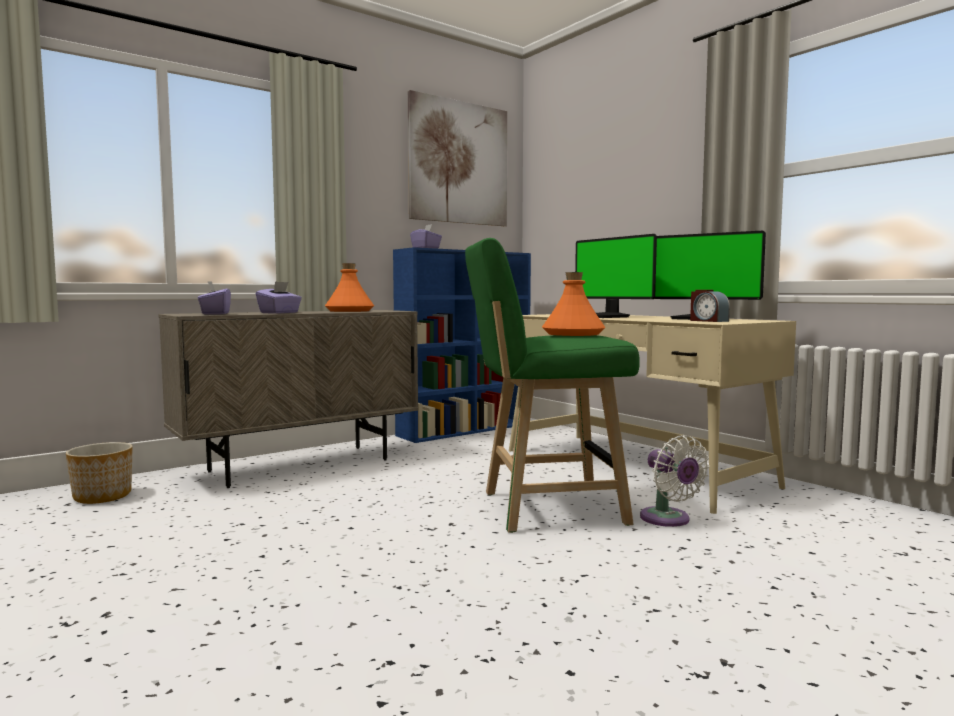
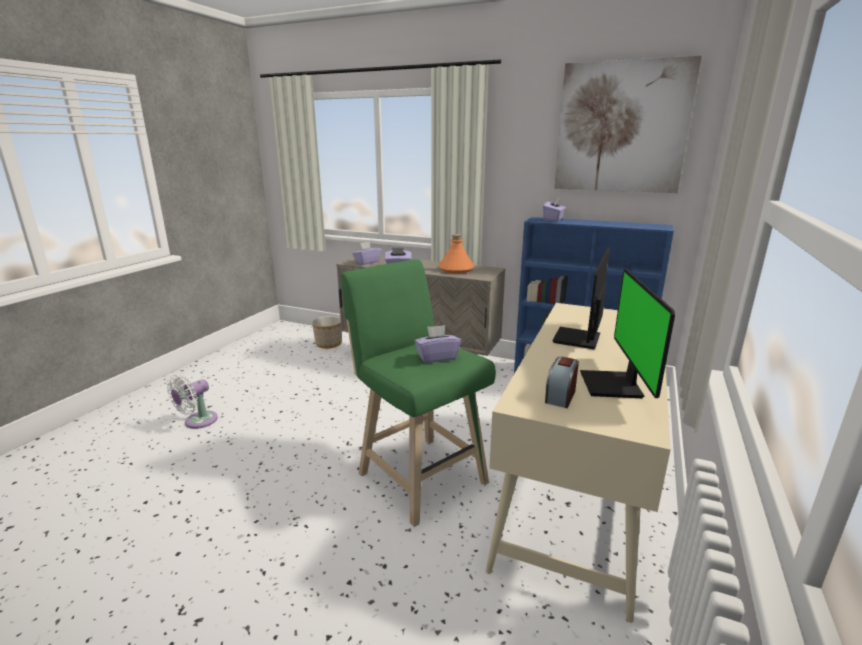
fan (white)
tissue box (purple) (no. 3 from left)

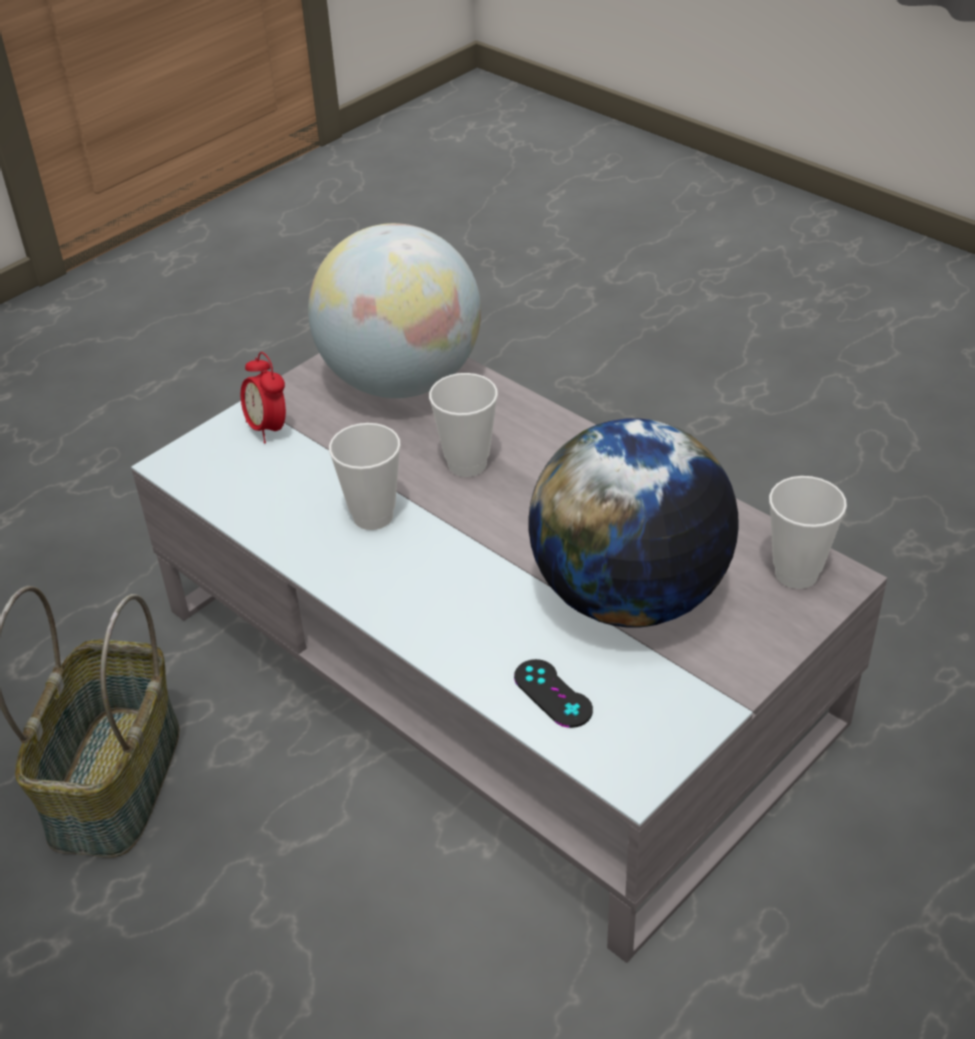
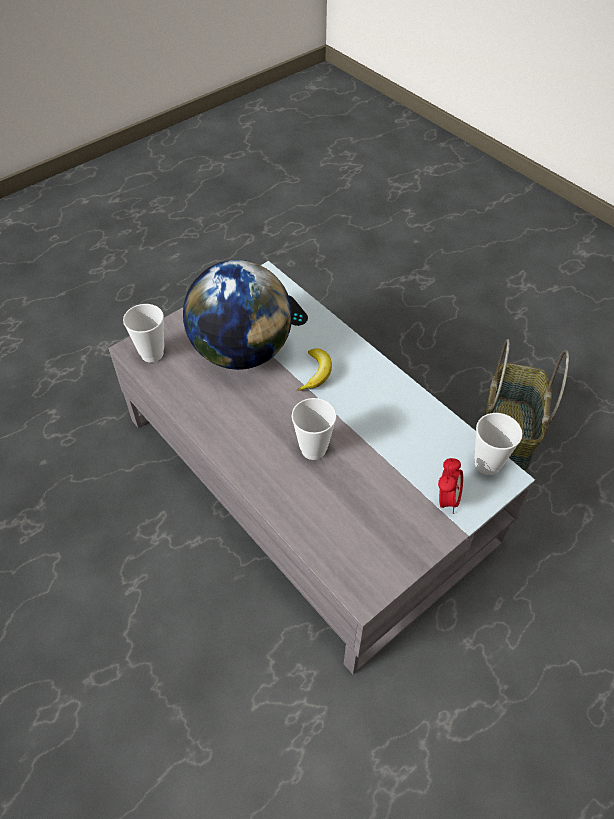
globe (no. 1 from left in the first image)
banana
cup (no. 3 from left)
alarm clock

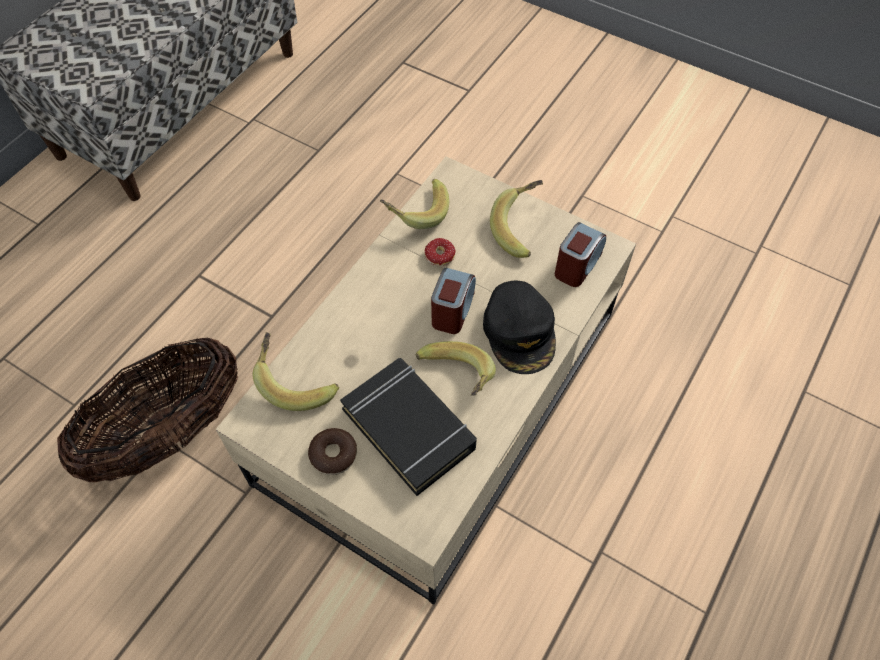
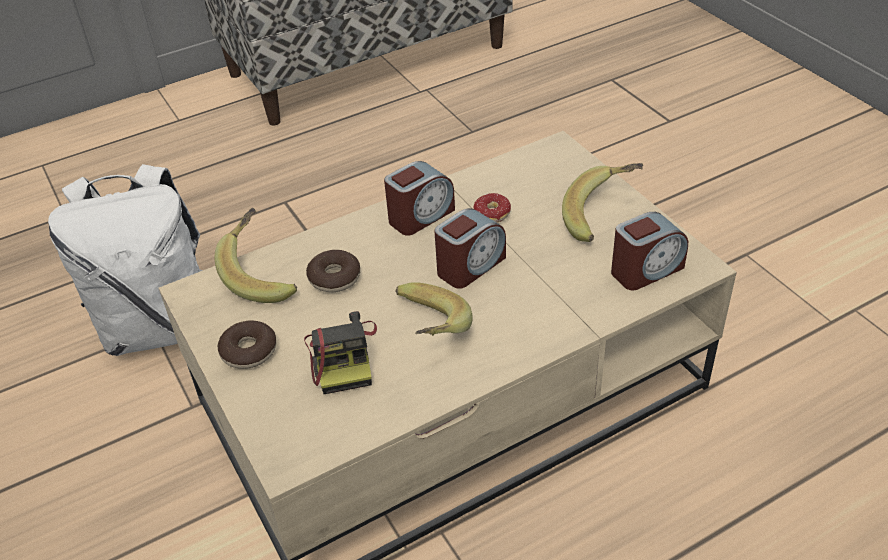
banana (no. 2 from left in the first image)
cap (black)
donut (no. 2 from left)
alarm clock (no. 1 from left)
backpack (white)
photo camera

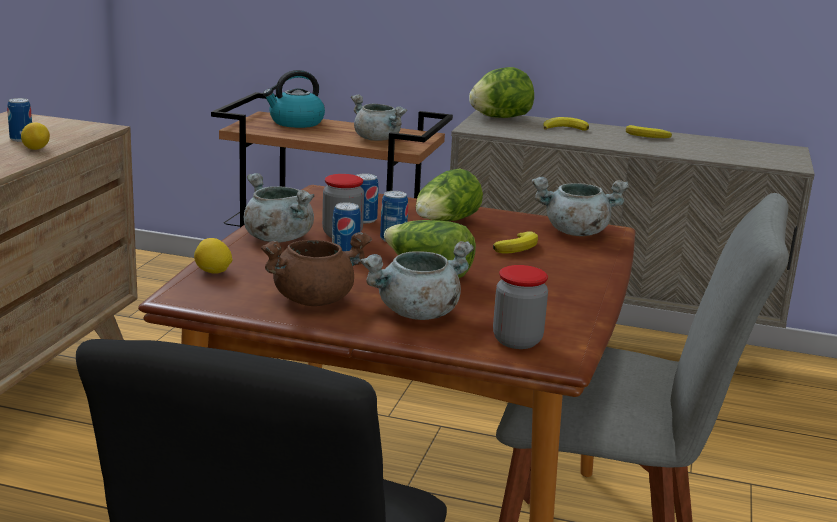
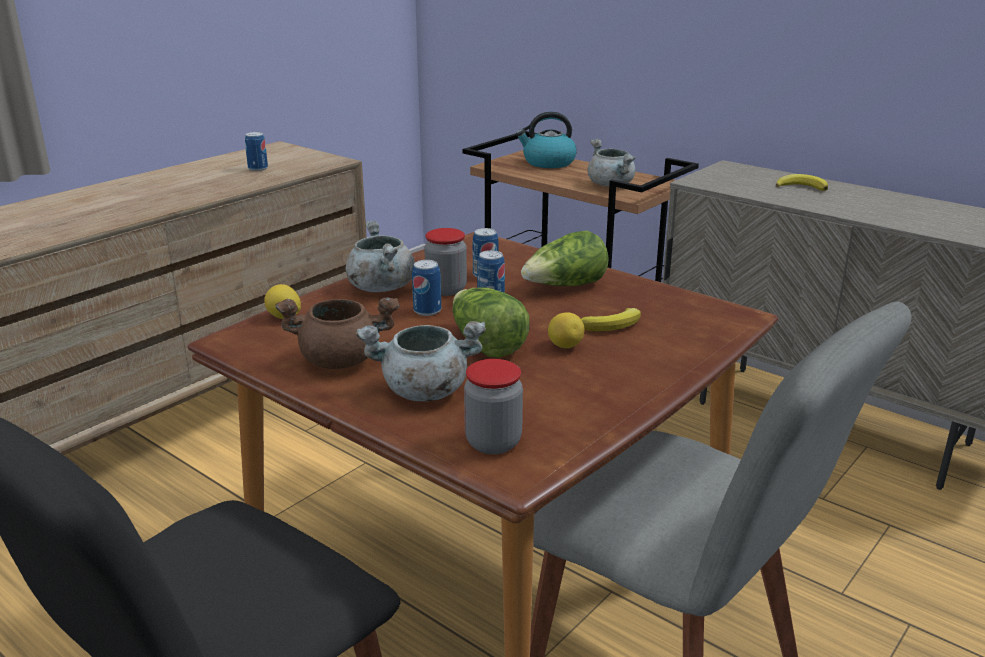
lettuce (no. 3 from left in the first image)
cooking pot (grey) (no. 4 from left in the first image)
banana (no. 3 from left in the first image)
lemon (no. 2 from left)

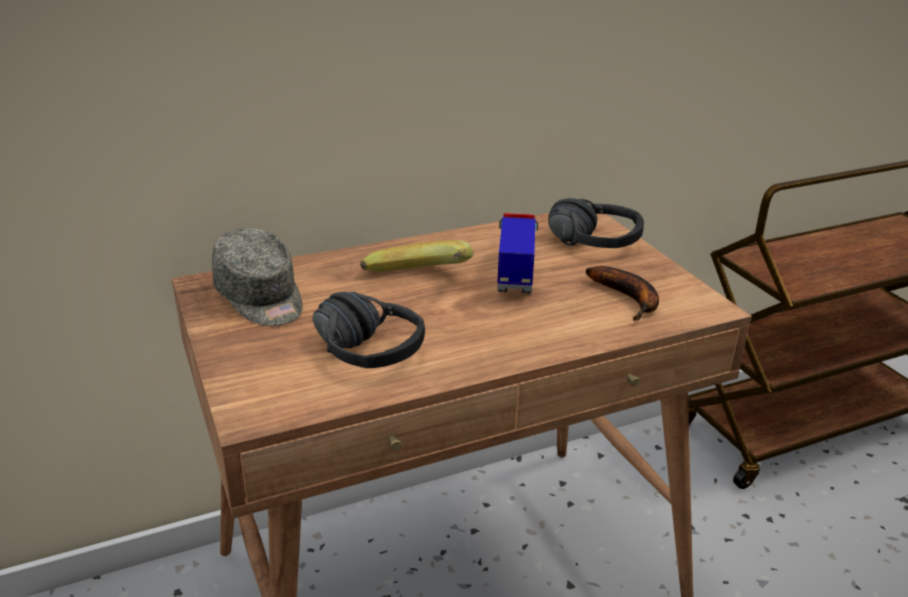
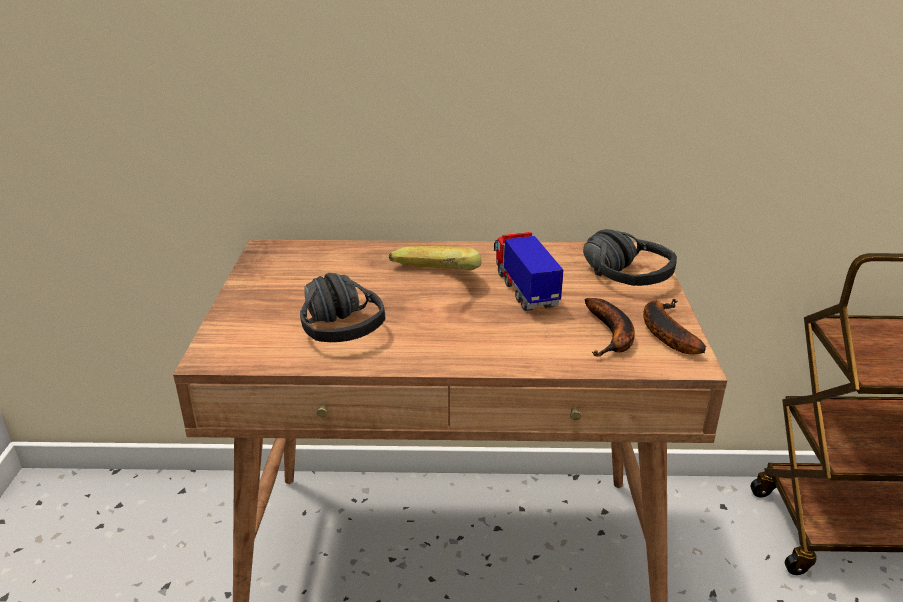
cap (grey)
banana (no. 3 from left)
toy truck

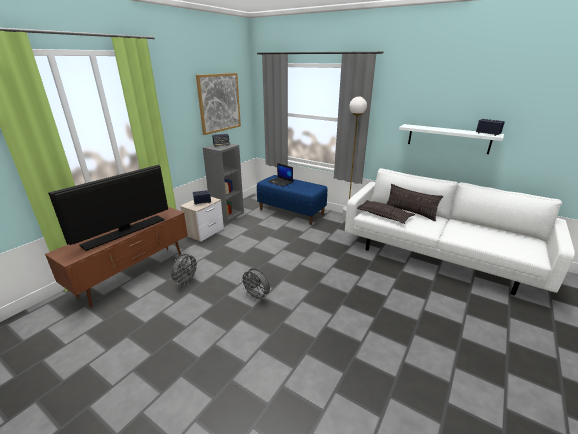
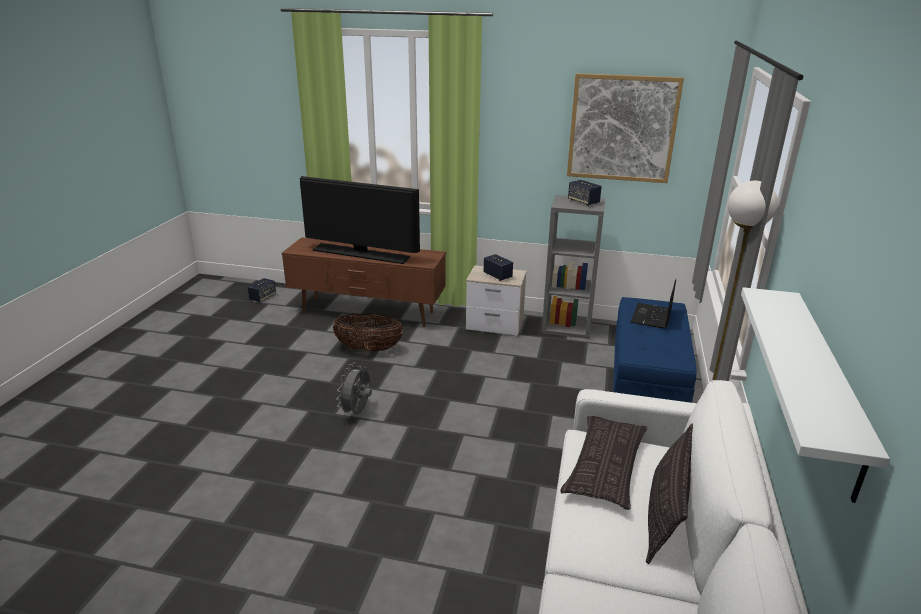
speaker (no. 1 from left)
basket

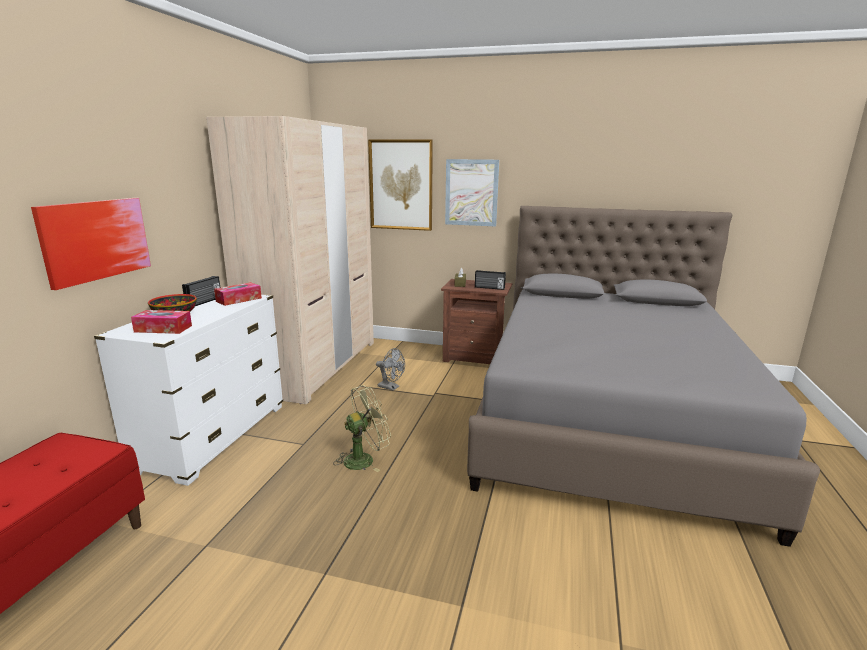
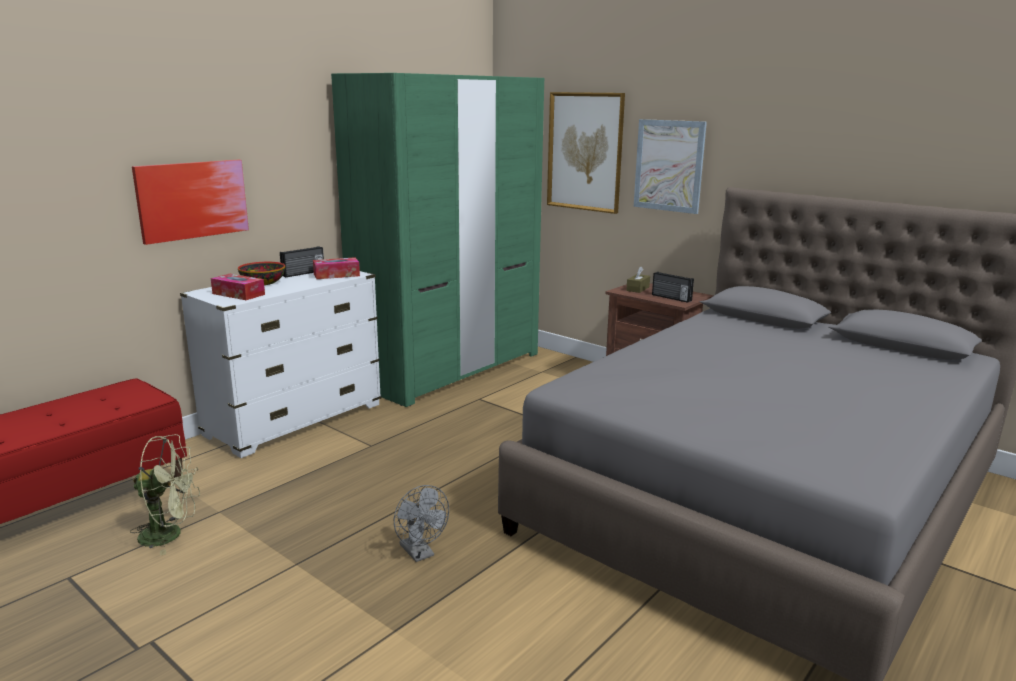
fan (green)
fan (grey)
wardrobe (green)

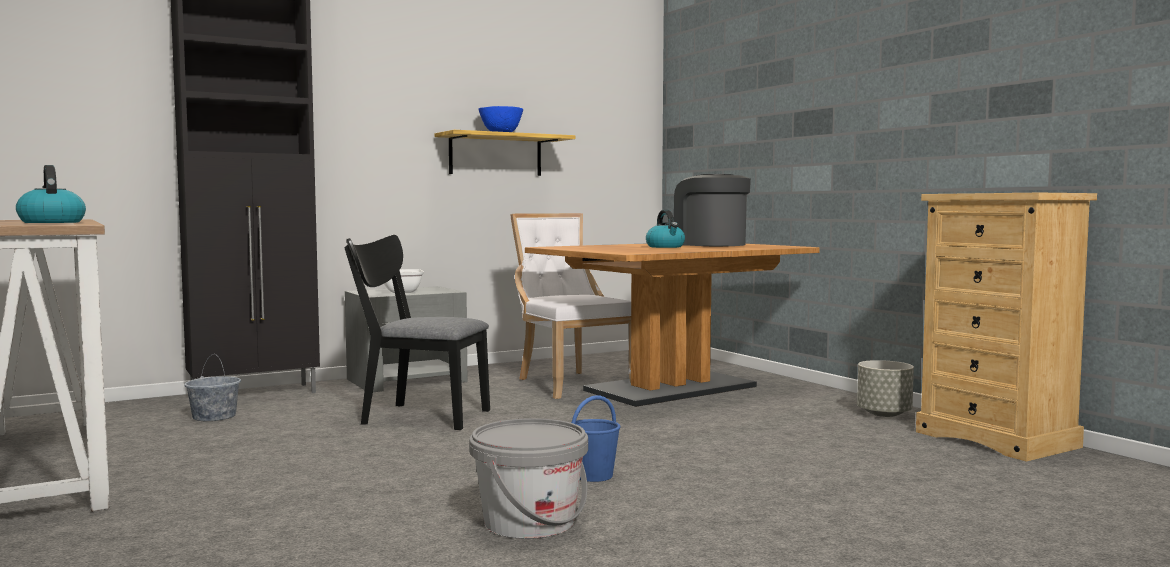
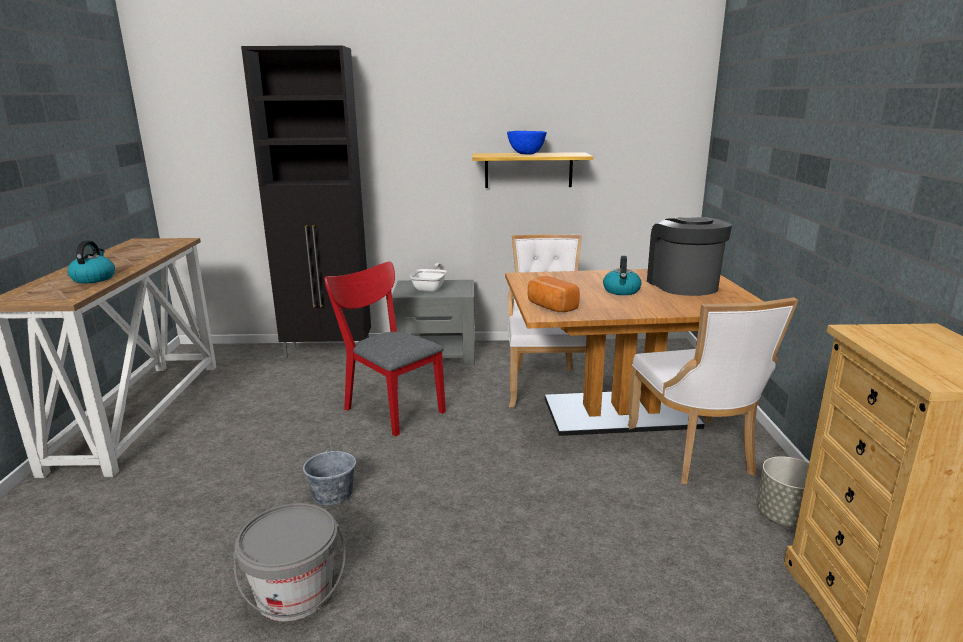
bucket (blue)
bread
chair (white) (no. 2 from left)
bucket (grey) (no. 2 from left)
chair (red)

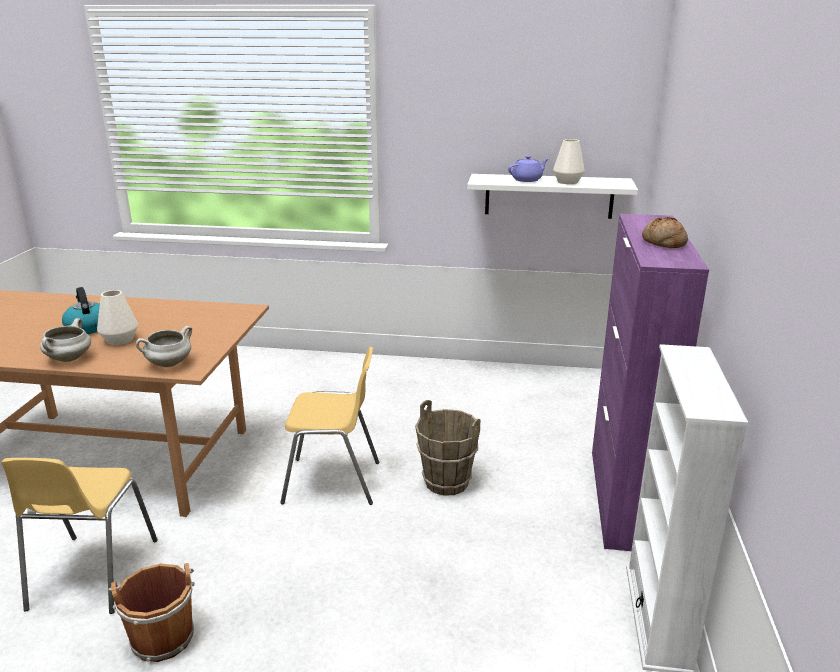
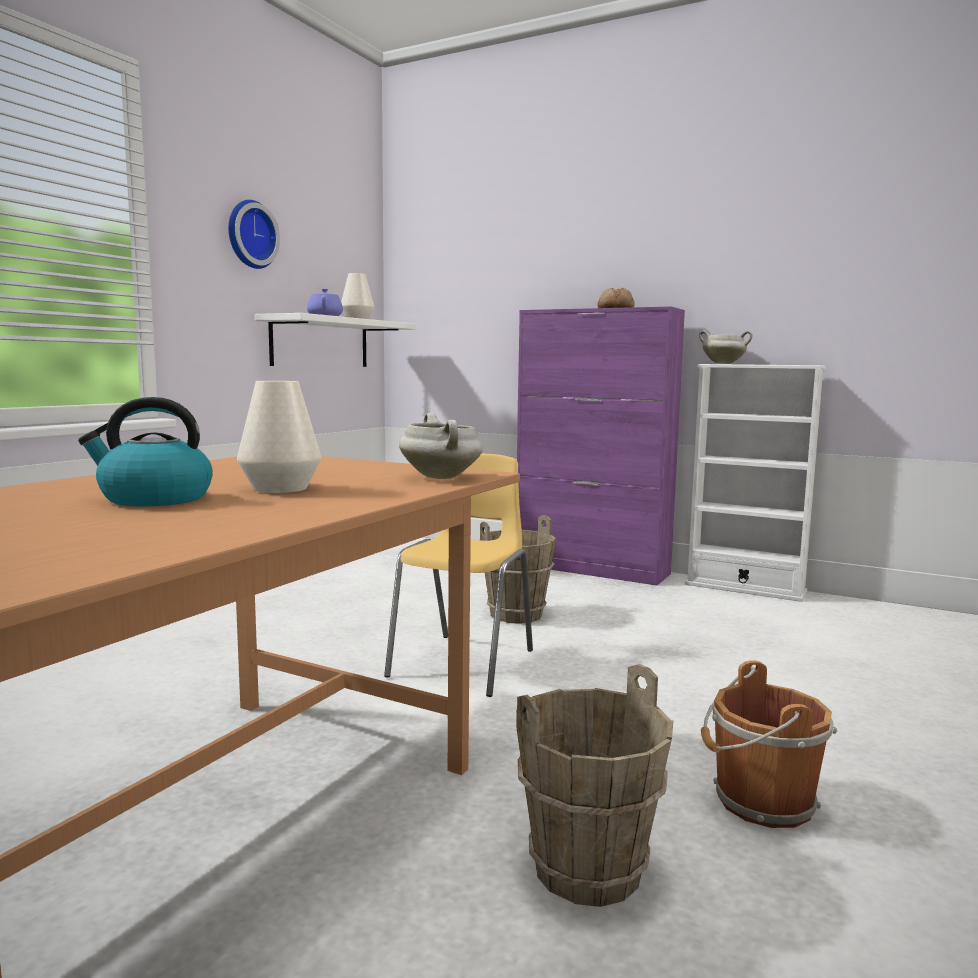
wall clock
cooking pot (white) (no. 2 from left)
bucket (brown) (no. 2 from left)

